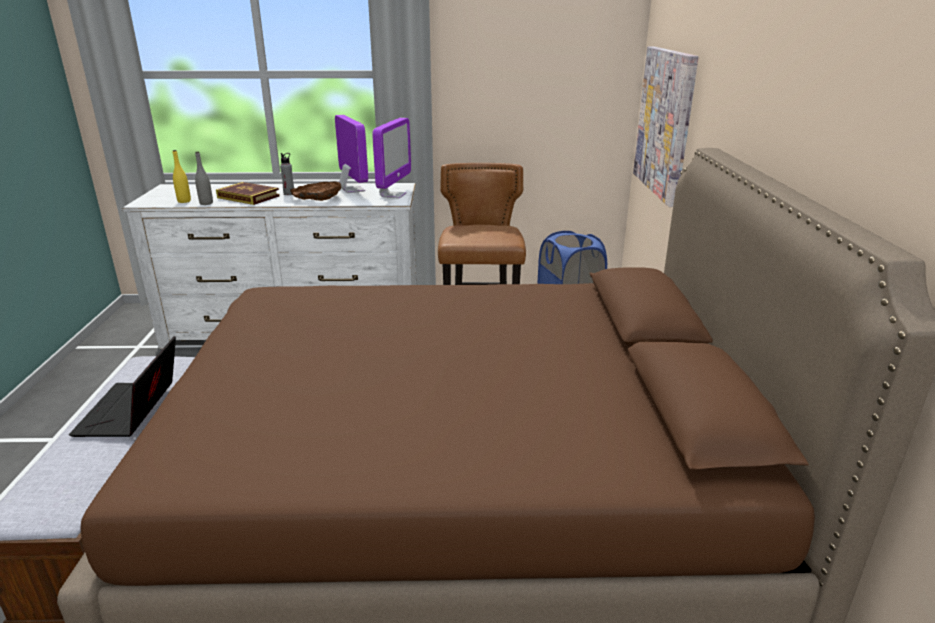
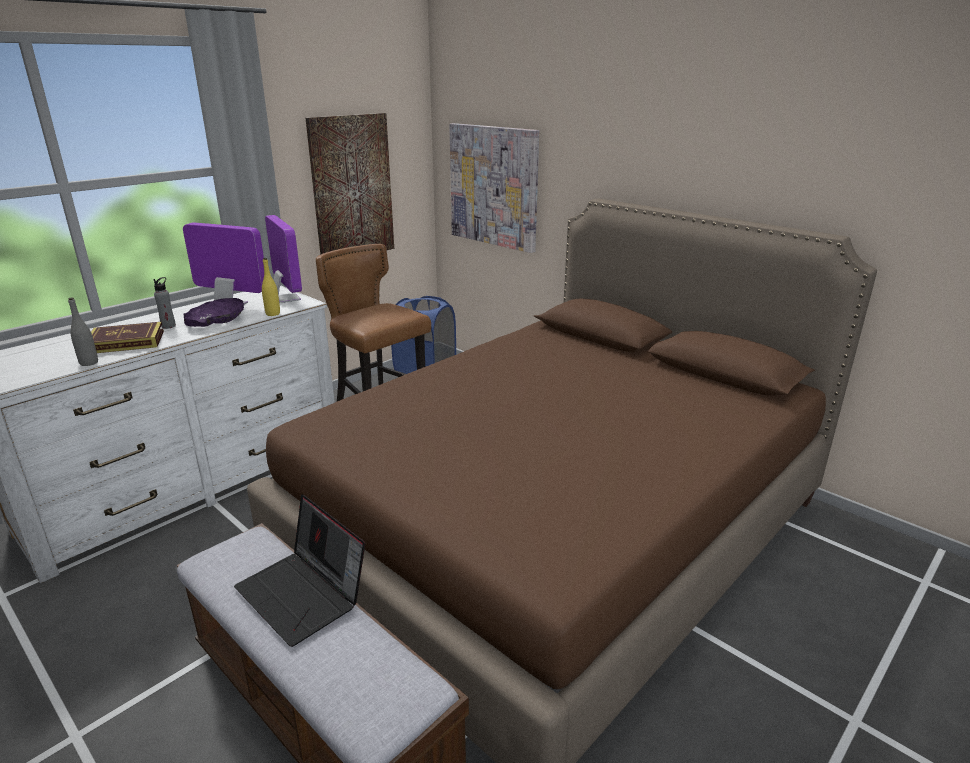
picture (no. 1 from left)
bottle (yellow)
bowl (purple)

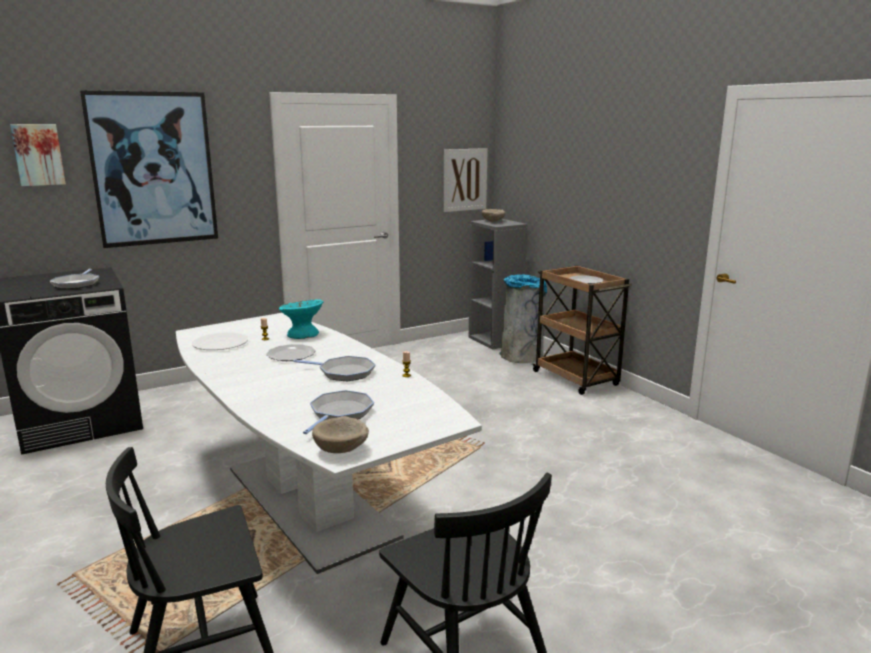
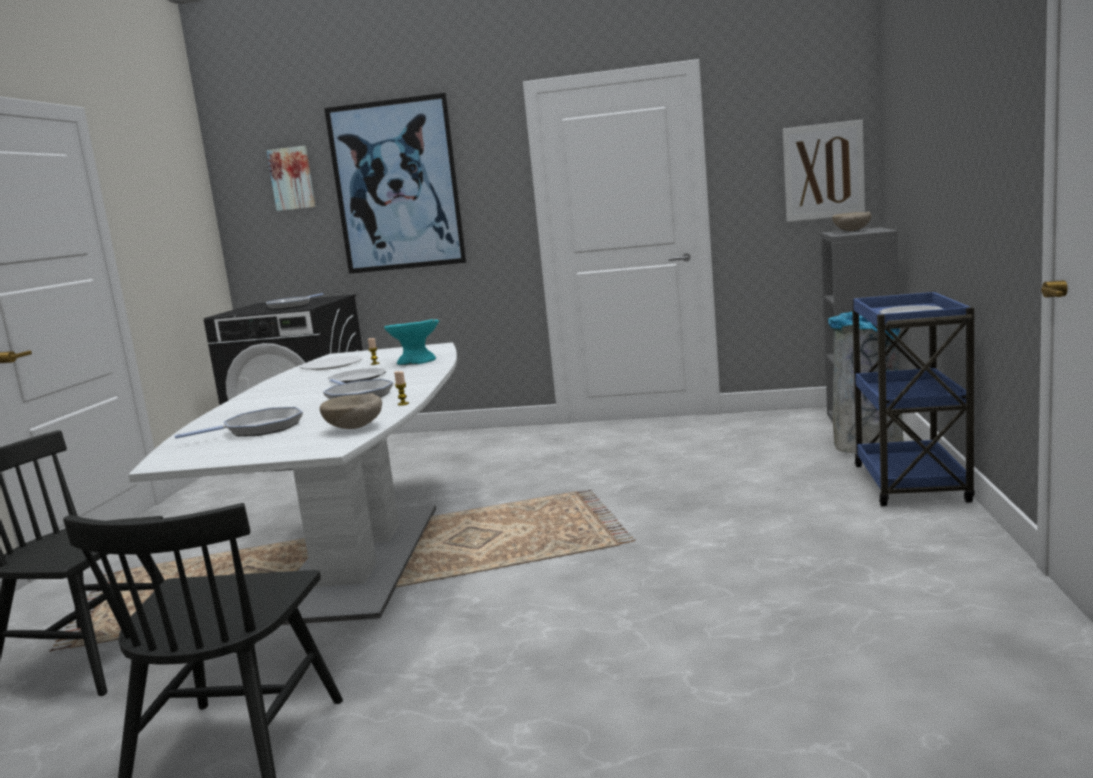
bowl (beige) (no. 1 from left)
cart (blue)

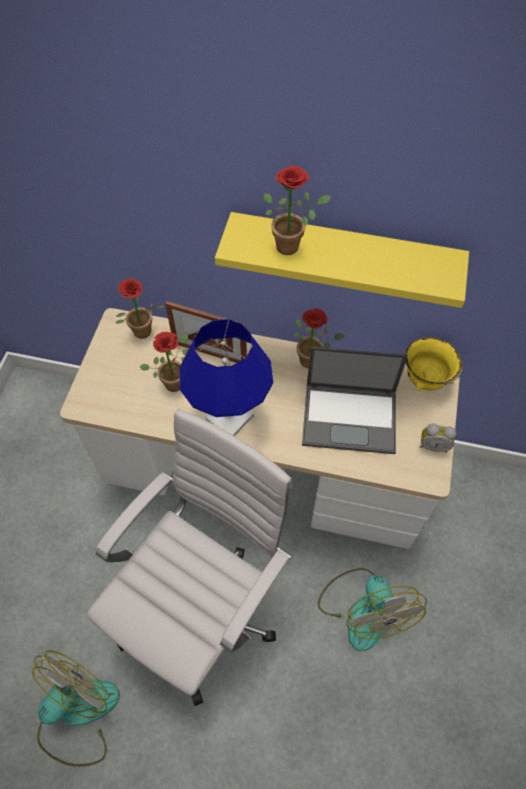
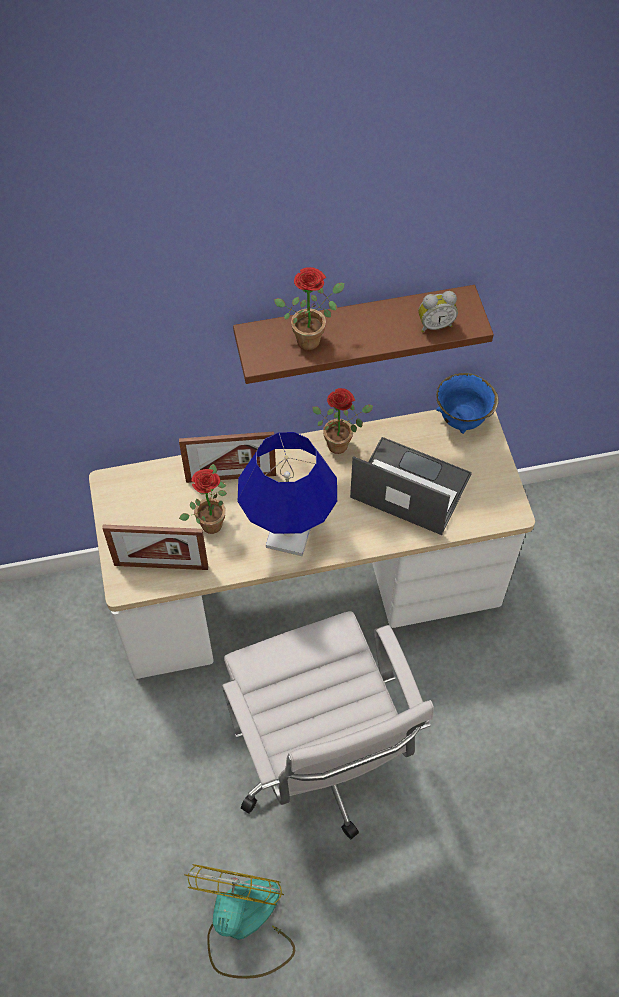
potted plant (no. 1 from left in the first image)
fan (no. 2 from left in the first image)
picture frame (no. 1 from left)
alarm clock
shelf (brown)
bowl (blue)
office chair (white)
laptop

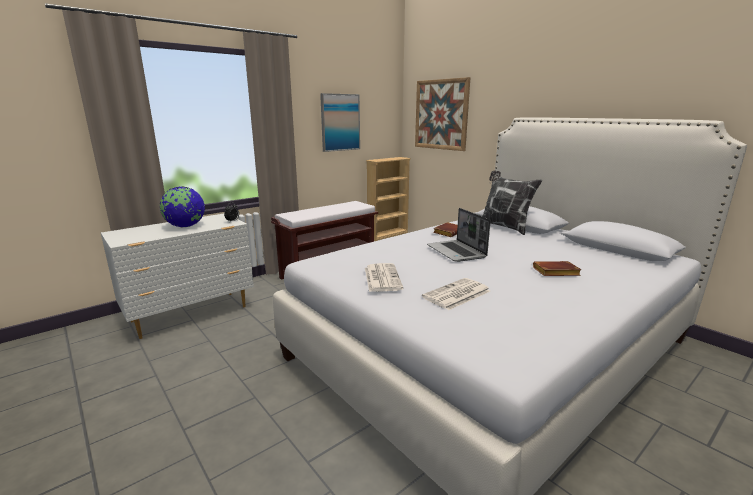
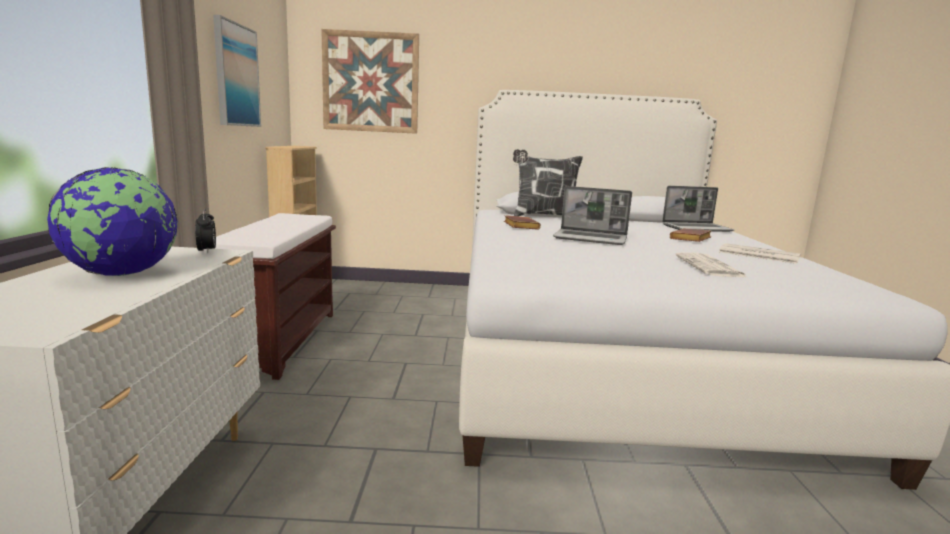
laptop (no. 2 from left)
newspaper (no. 2 from left)

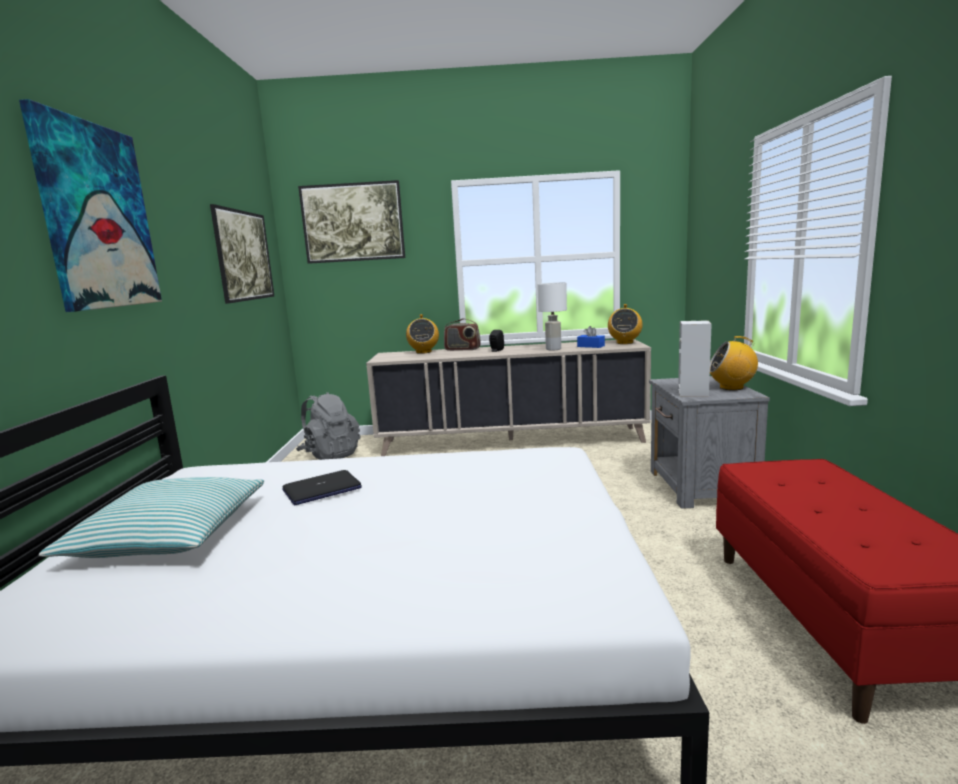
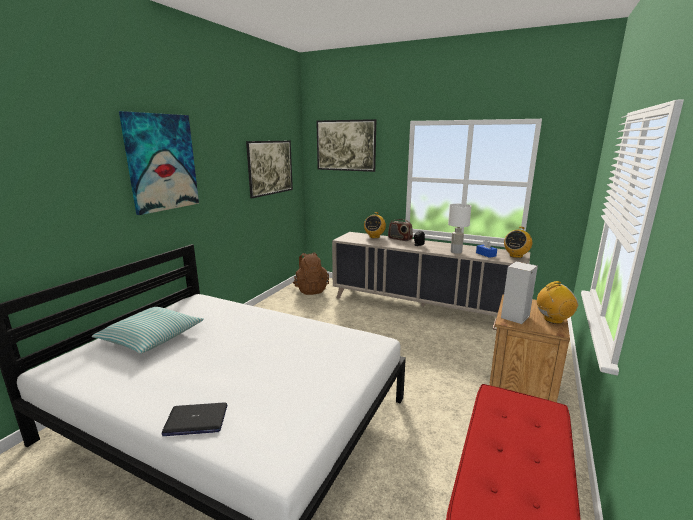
laptop
backpack (brown)
nightstand (brown)
radio (no. 4 from left)

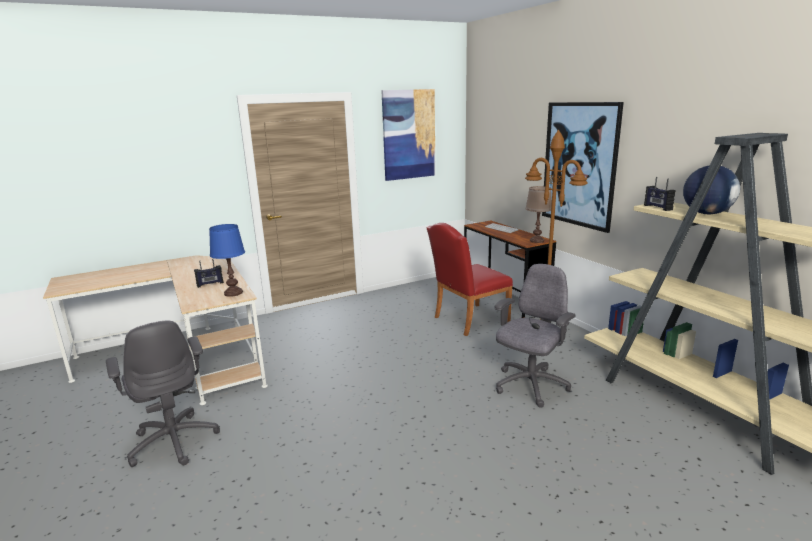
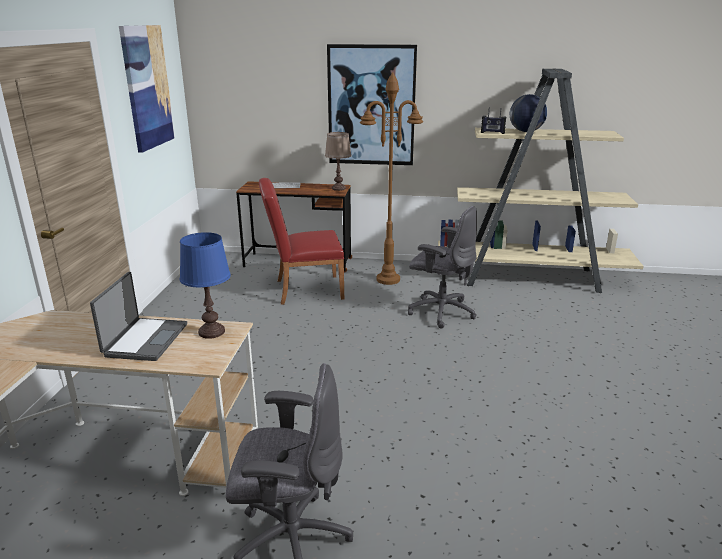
laptop
chair (red)
office chair (grey) (no. 2 from left)

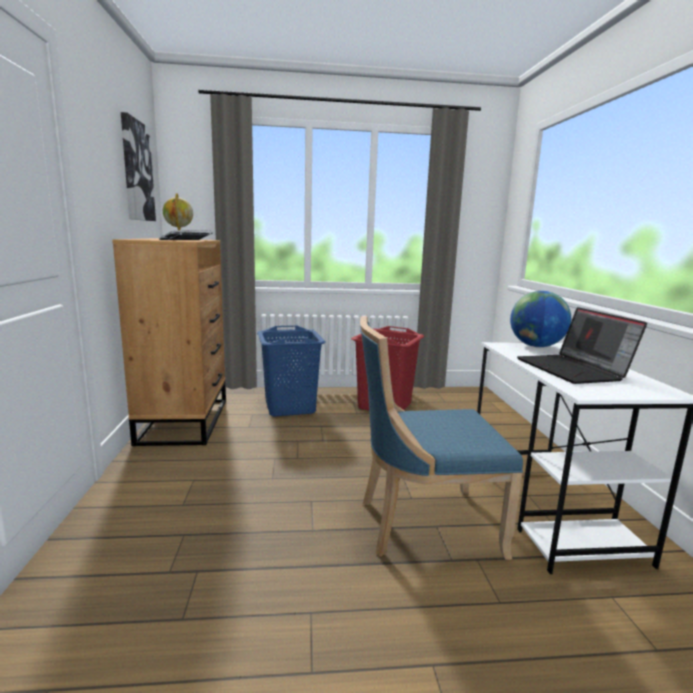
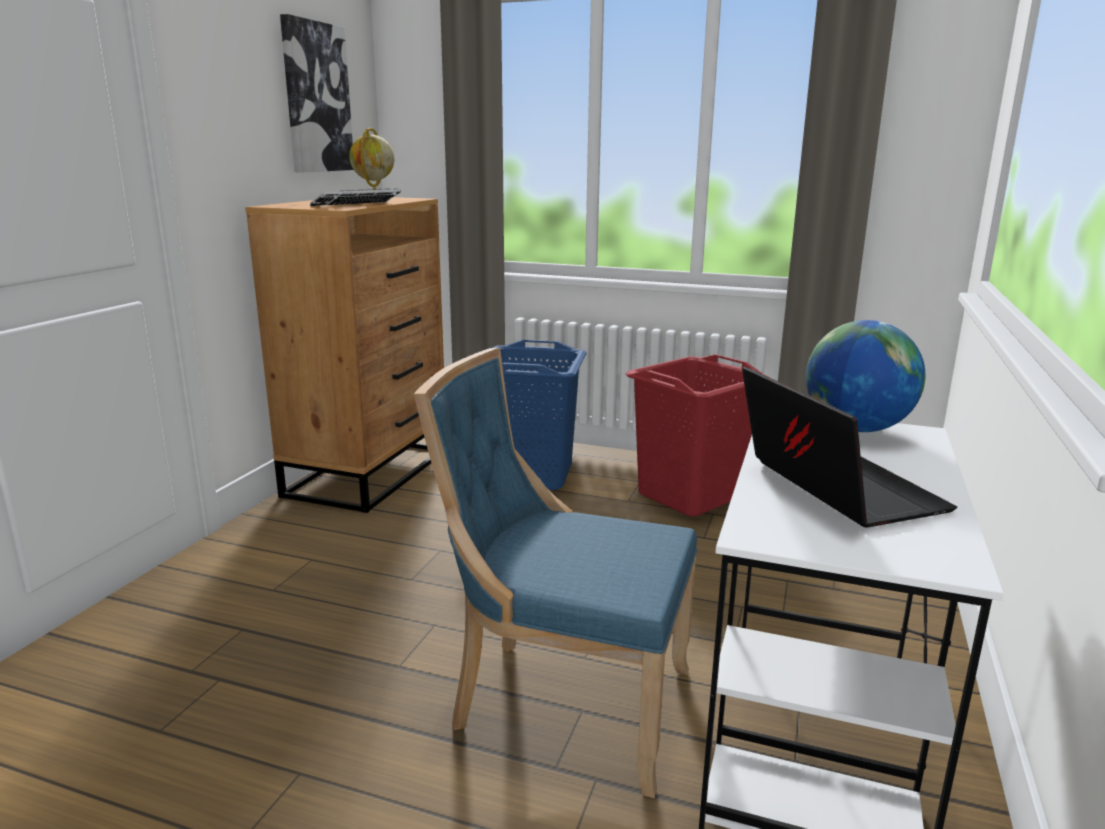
laptop

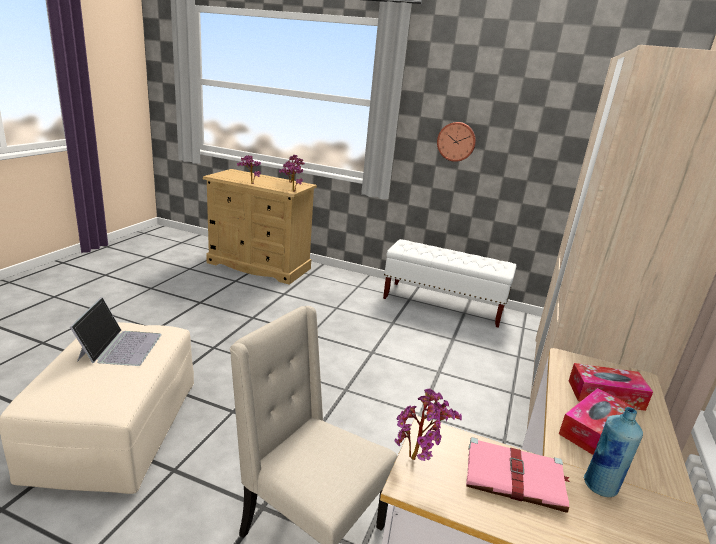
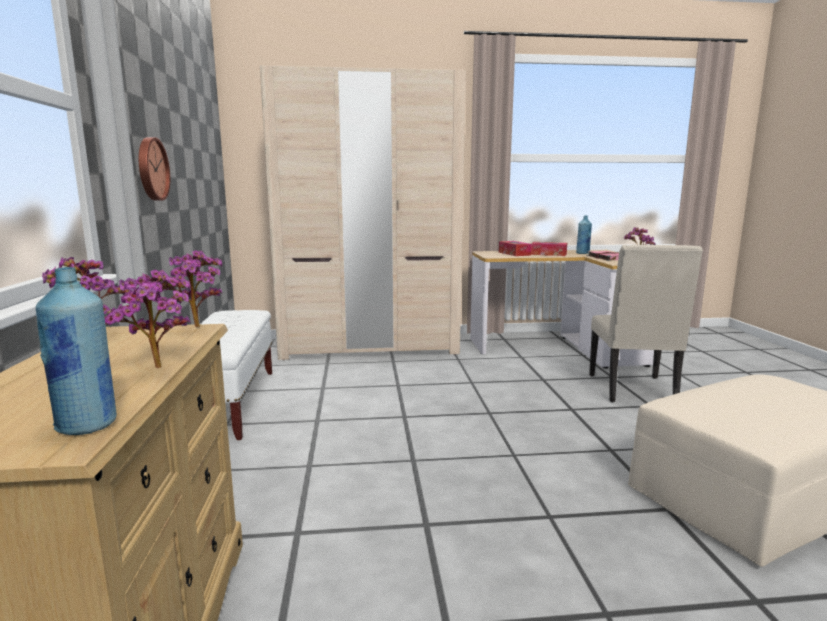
laptop
bottle (blue) (no. 1 from left)

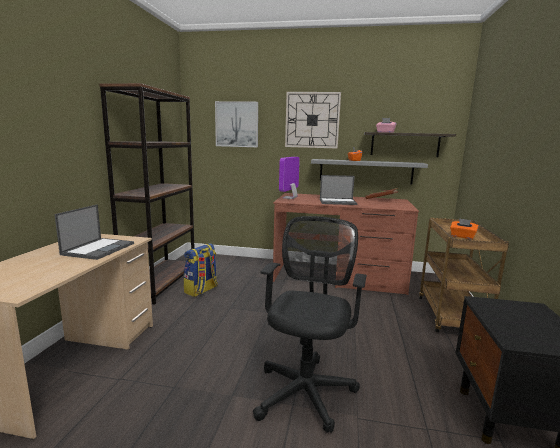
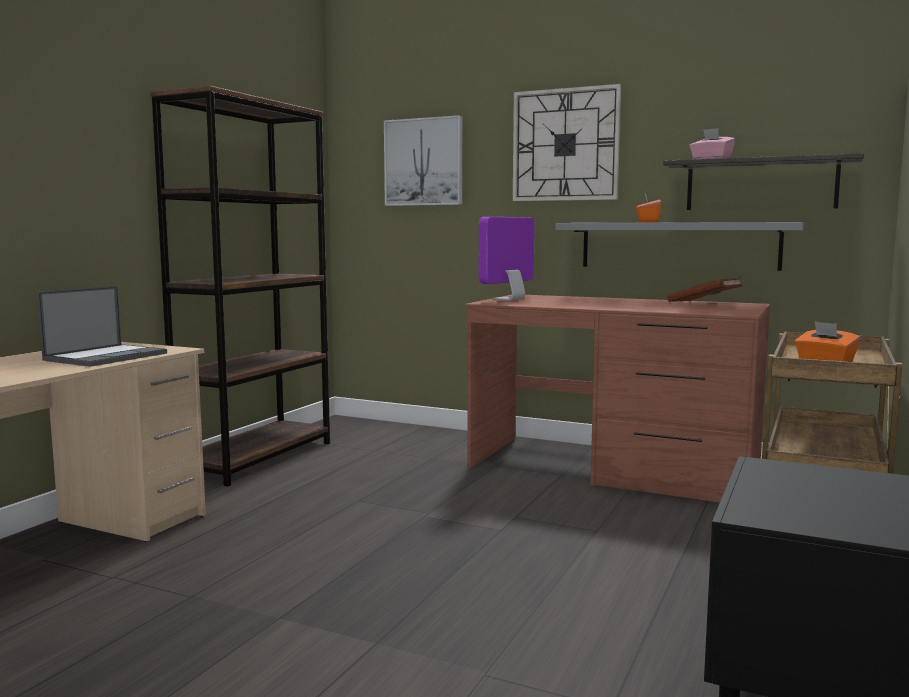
backpack
office chair (black)
laptop (no. 2 from left in the first image)

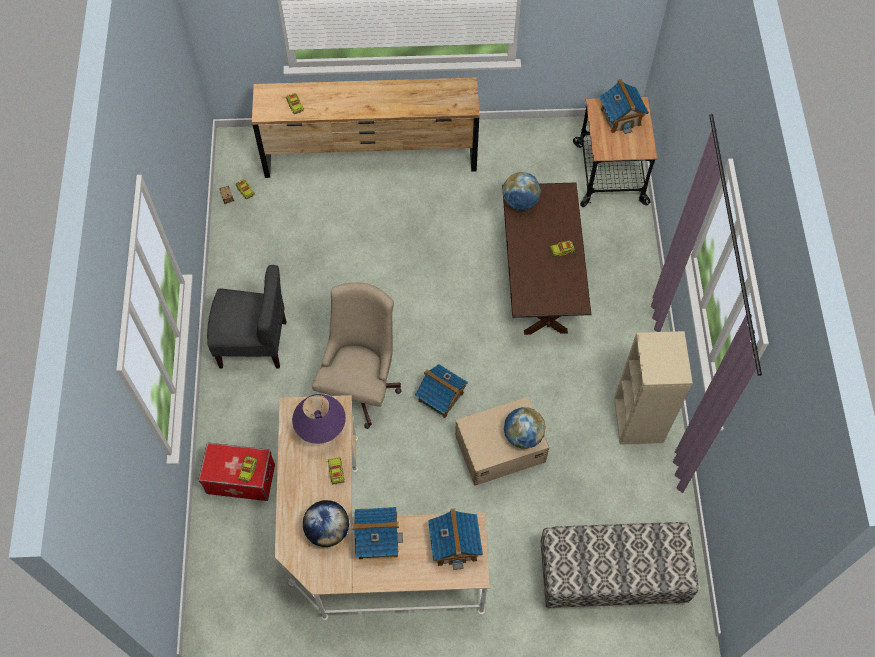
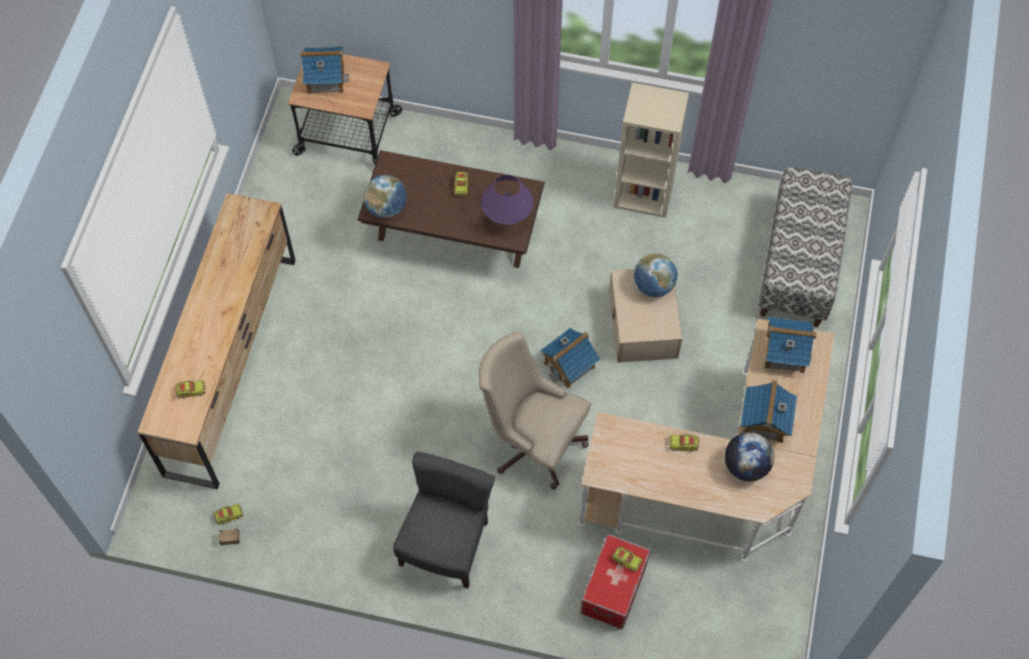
table lamp (purple)

